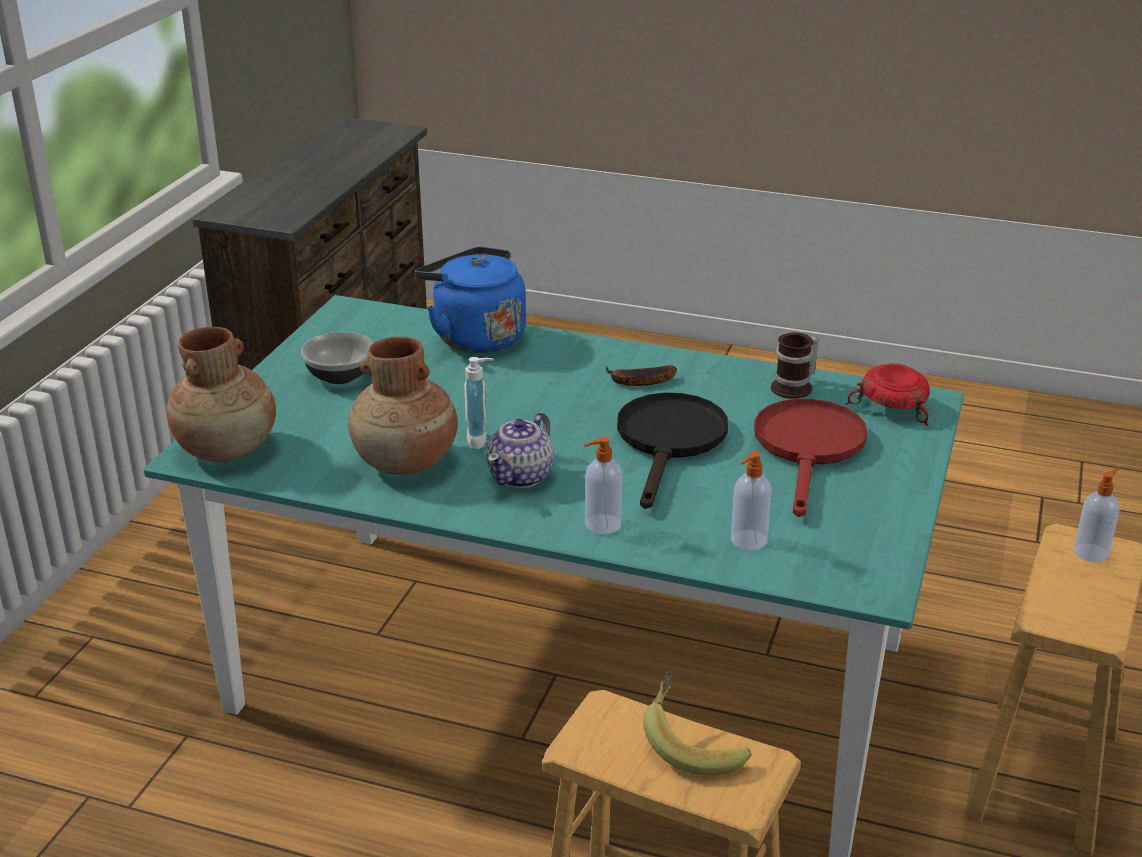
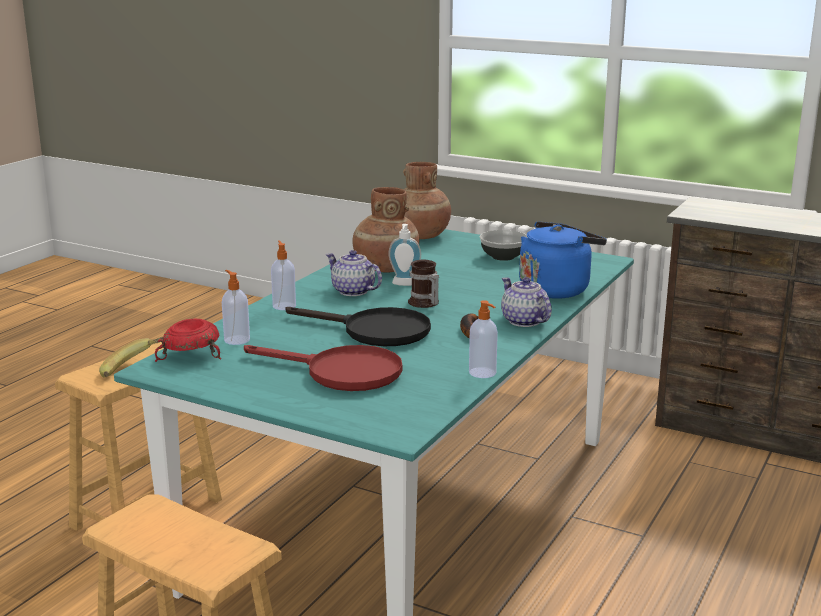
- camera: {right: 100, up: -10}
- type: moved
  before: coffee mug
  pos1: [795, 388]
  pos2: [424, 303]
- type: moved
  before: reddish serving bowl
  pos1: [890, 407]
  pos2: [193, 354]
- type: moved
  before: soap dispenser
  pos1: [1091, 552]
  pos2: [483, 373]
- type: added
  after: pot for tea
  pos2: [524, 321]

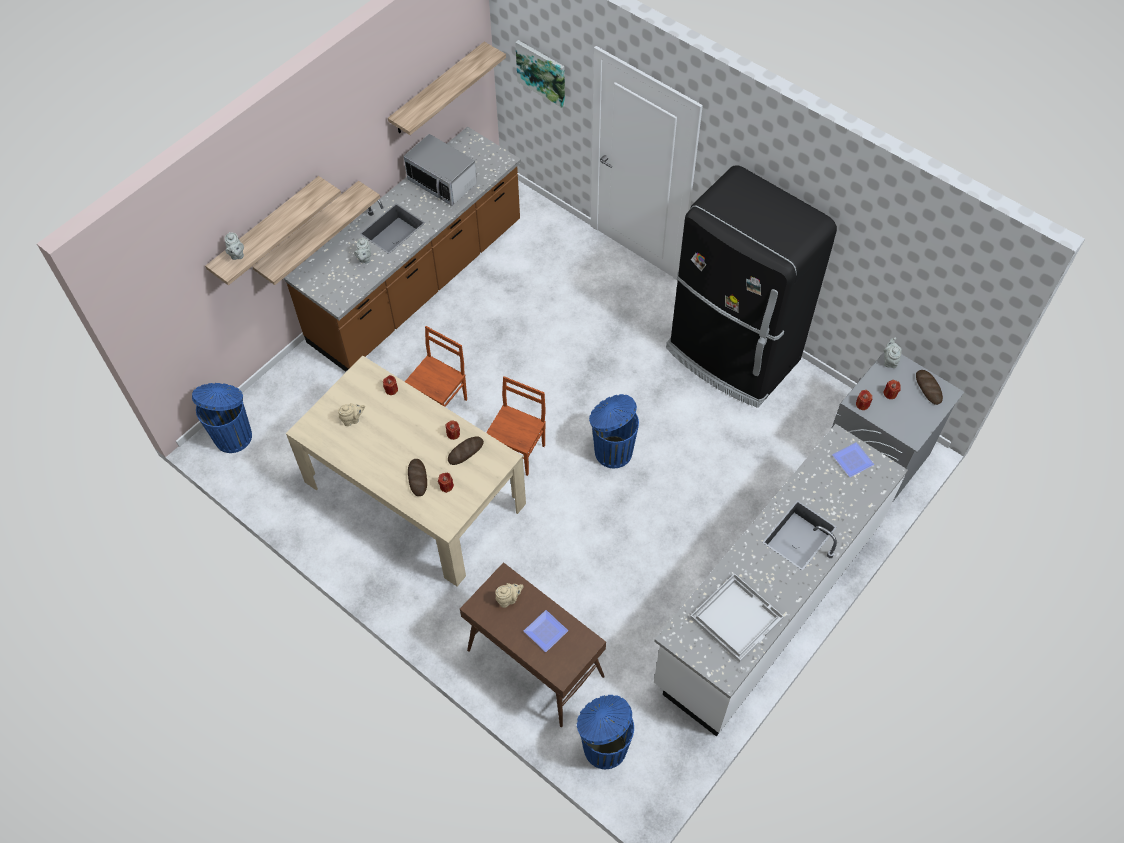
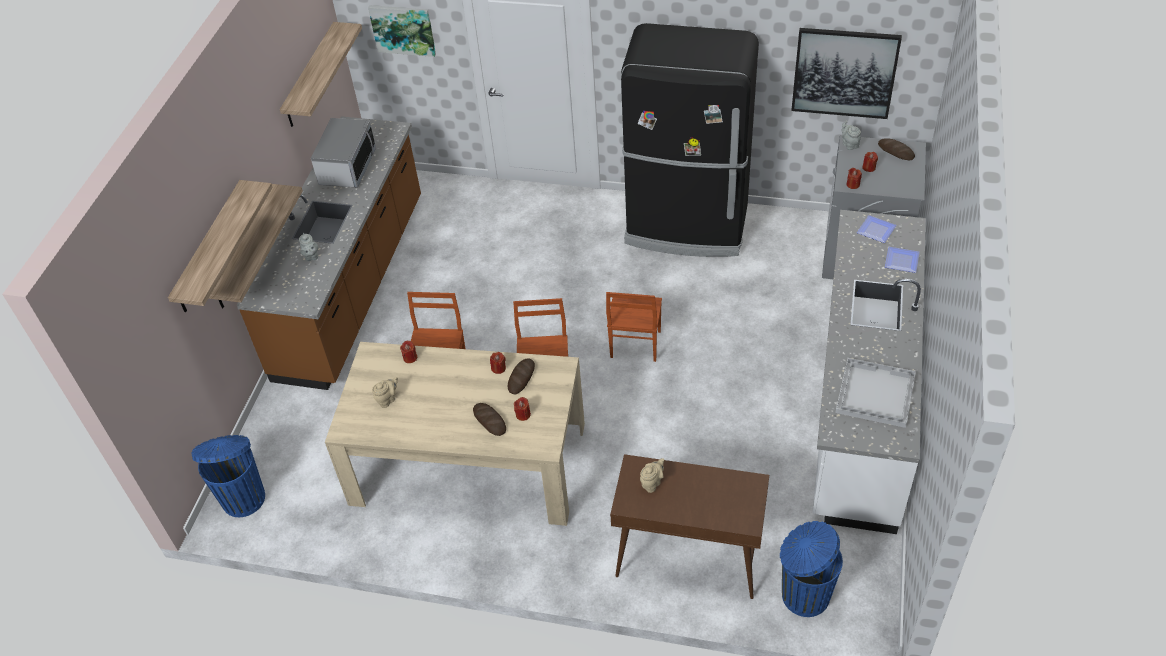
- camera: {right: -25, up: -10}
- type: turned
  before: microwave oven
  pos1: [442, 182]
  pos2: [347, 167]
  turn: -90
- type: removed
  before: gray pot for tea
  pos1: [237, 255]
- type: replaced
  before: bluish rubbish bin
  after: brown upright chair
  pos1: [612, 451]
  pos2: [634, 345]
- type: moved
  before: dinner plate
  pos1: [544, 631]
  pos2: [900, 261]
- type: added
  after: wall art
  pos2: [844, 73]

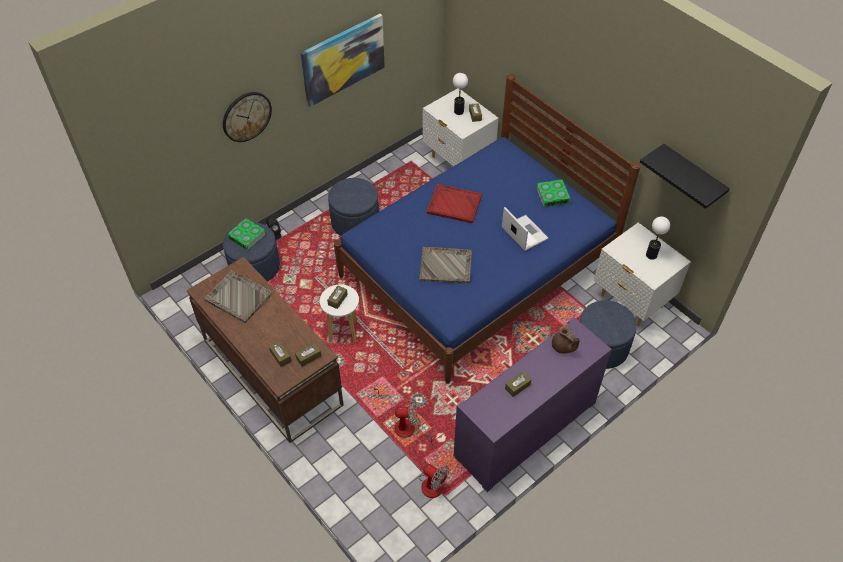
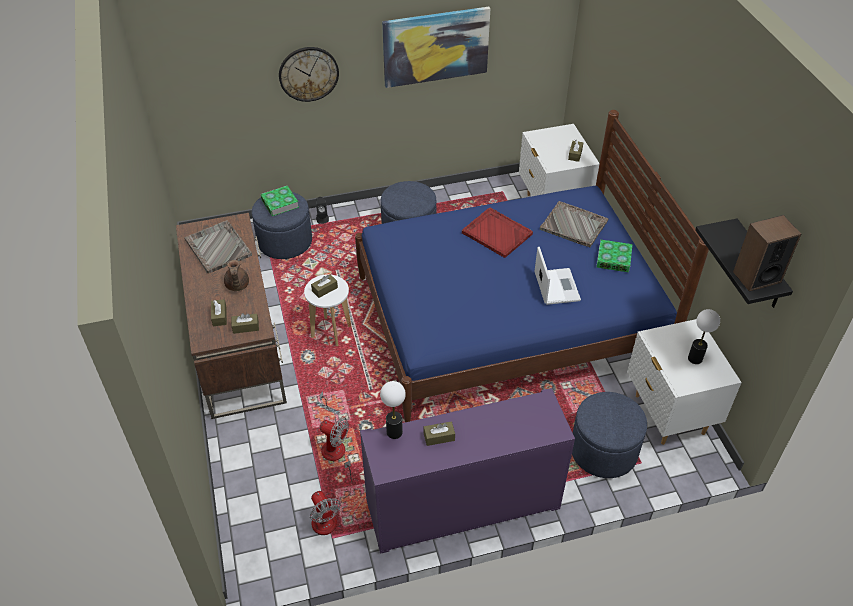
- camera: {right: 25, up: -5}
- type: moved
  before: lamp for a table
  pos1: [458, 111]
  pos2: [394, 432]
- type: moved
  before: gray serving tray
  pos1: [446, 266]
  pos2: [574, 225]
- type: moved
  before: brown pot for tea
  pos1: [563, 347]
  pos2: [237, 286]
- type: added
  after: speaker
  pos2: [756, 277]

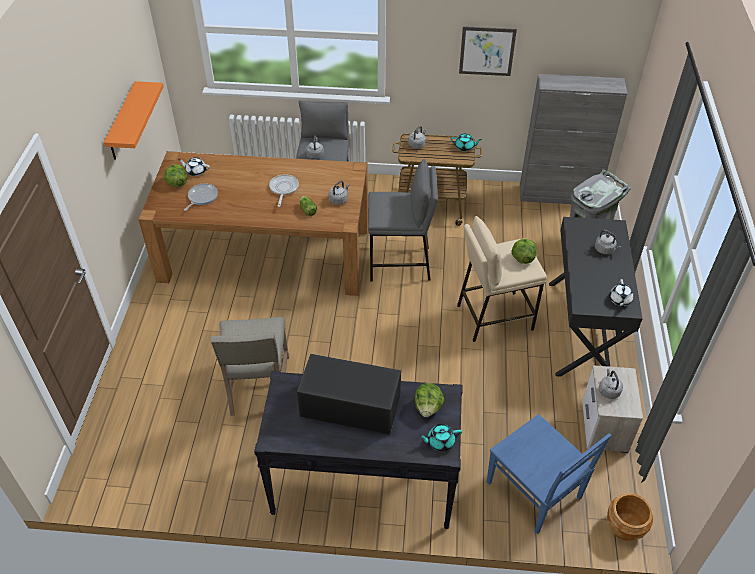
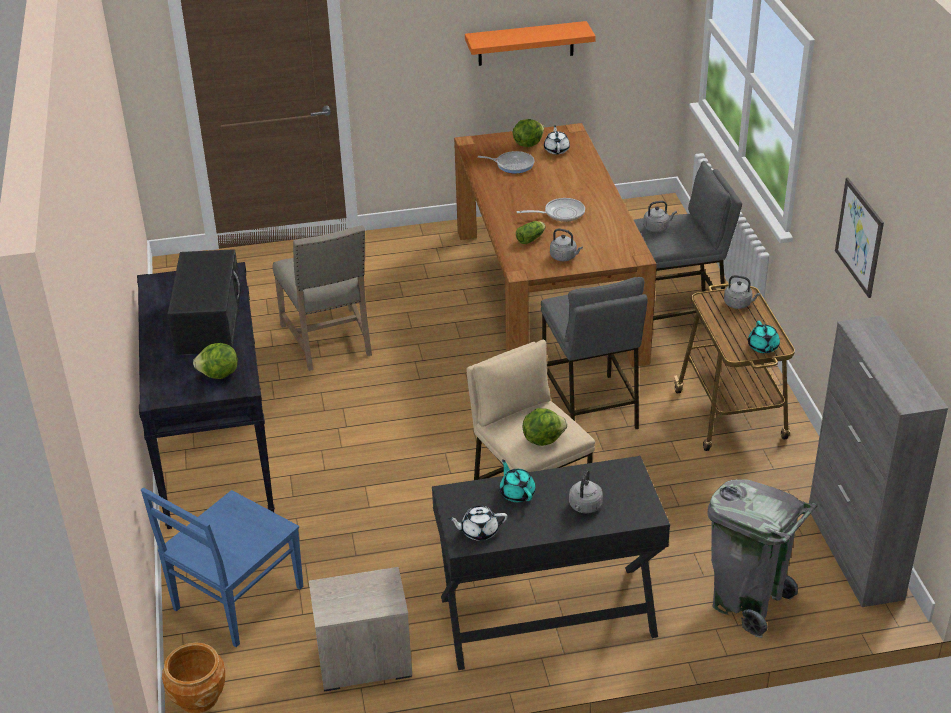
- camera: {right: 75, up: -10}
- type: turned
  before: beige upright chair
  pos1: [258, 387]
  pos2: [329, 341]
  turn: -90
- type: removed
  before: gray water kettle
  pos1: [608, 390]
- type: moved
  before: turquoise pot for tea
  pos1: [440, 442]
  pos2: [517, 493]

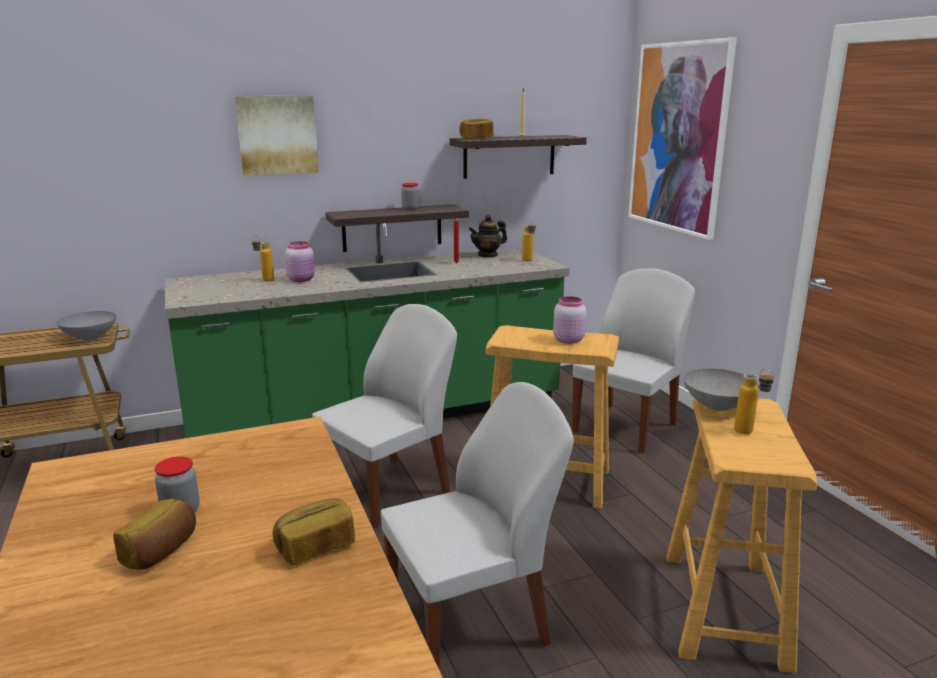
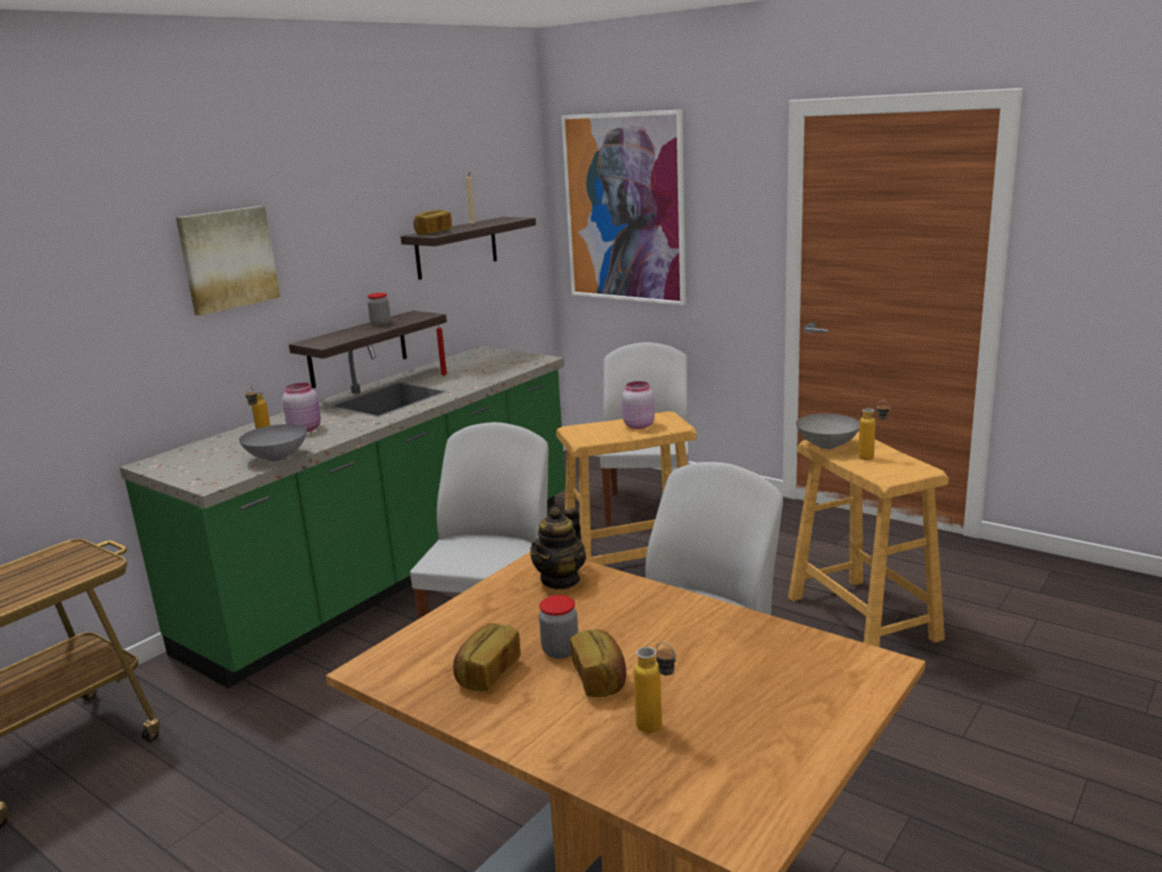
- camera: {right: -30, up: 0}
- type: moved
  before: pot for tea
  pos1: [488, 255]
  pos2: [560, 580]
- type: moved
  before: bottle
  pos1: [528, 261]
  pos2: [657, 730]
- type: moved
  before: gray serving bowl
  pos1: [90, 337]
  pos2: [276, 457]
- type: moved
  before: bakery bread
  pos1: [316, 547]
  pos2: [487, 673]

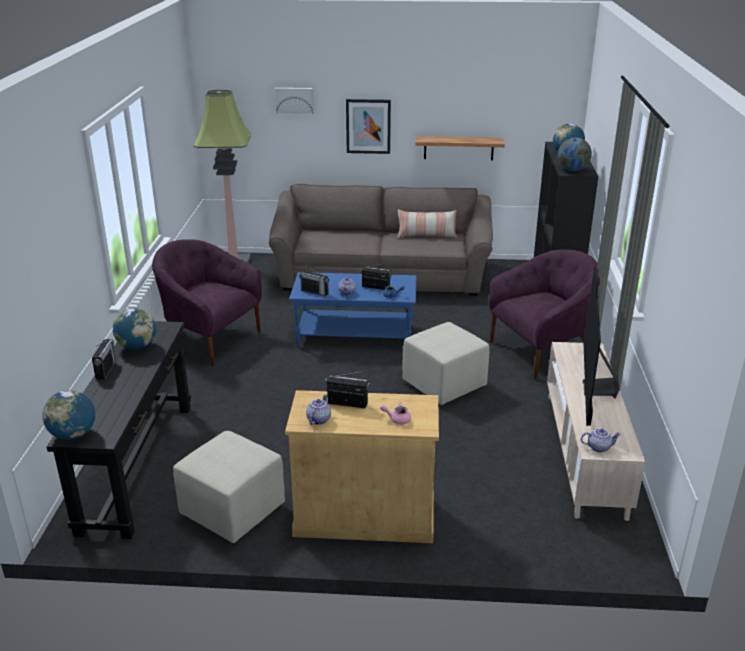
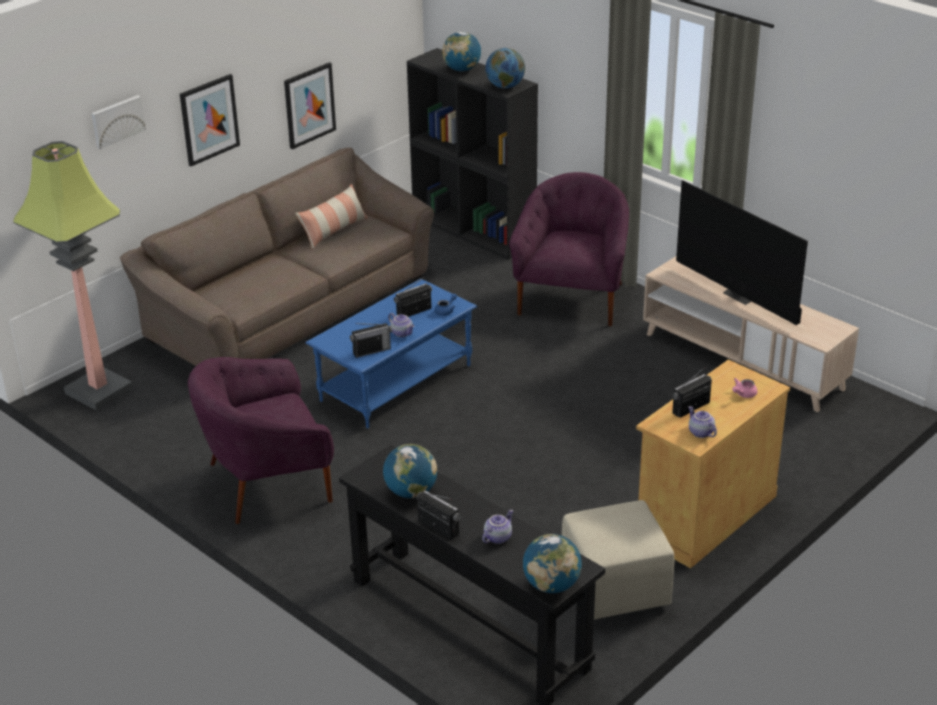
- camera: {right: -50, up: 5}
- type: replaced
  before: bracket shelf
  after: wall art
  pos1: [458, 148]
  pos2: [309, 105]
- type: removed
  before: beige footrest
  pos1: [443, 385]
- type: moved
  before: pot for tea
  pos1: [598, 447]
  pos2: [497, 537]

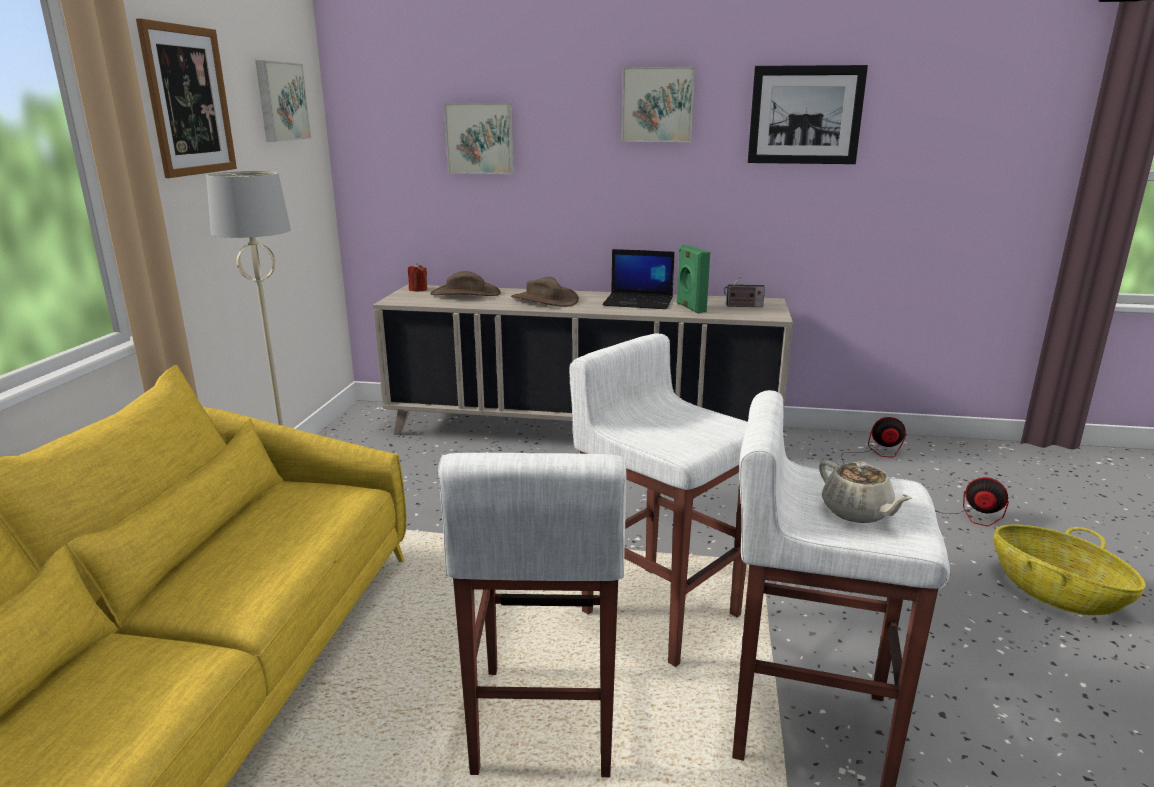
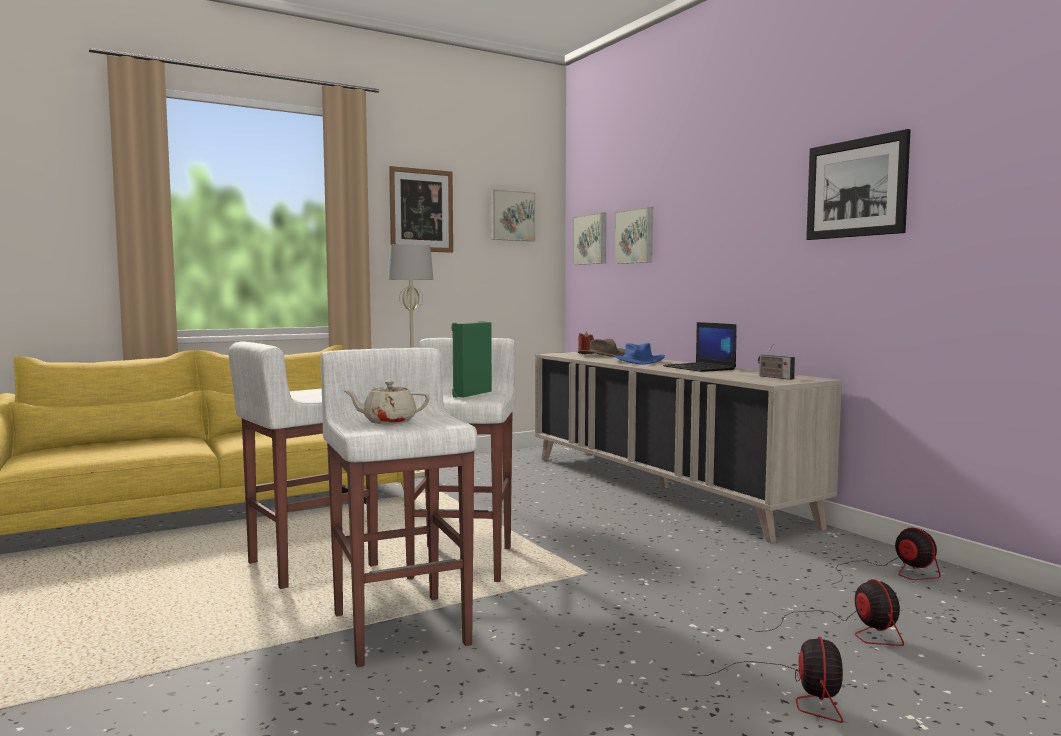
- camera: {right: 50, up: -15}
- type: moved
  before: wall art
  pos1: [657, 105]
  pos2: [591, 239]
- type: moved
  before: greenish speaker
  pos1: [690, 308]
  pos2: [471, 394]
- type: recoloured
  before: brown clothing hat
  after: bluish clothing hat
  pos1: [544, 300]
  pos2: [638, 361]
- type: turned
  before: beige pot for tea
  pos1: [857, 512]
  pos2: [388, 422]
  turn: 60
- type: replaced
  before: storage basket
  after: electric fan
  pos1: [1056, 592]
  pos2: [792, 693]

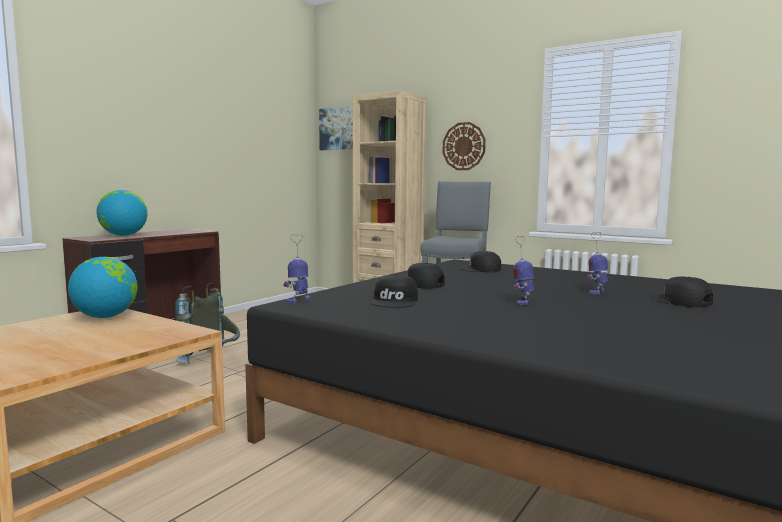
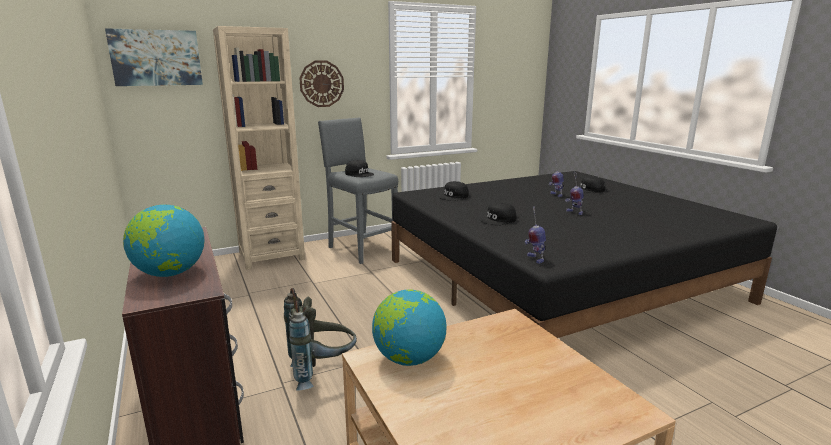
- camera: {right: -60, up: 10}
- type: moved
  before: black baseball cap
  pos1: [395, 301]
  pos2: [359, 174]

